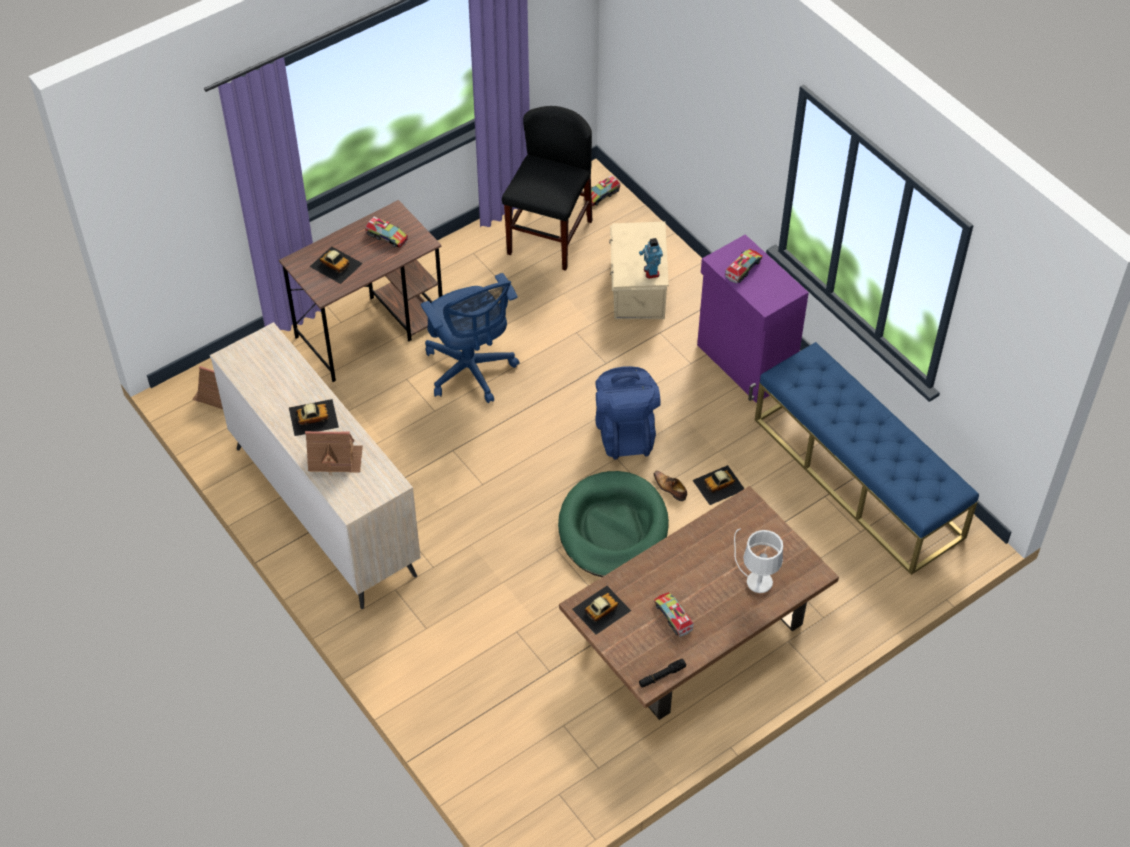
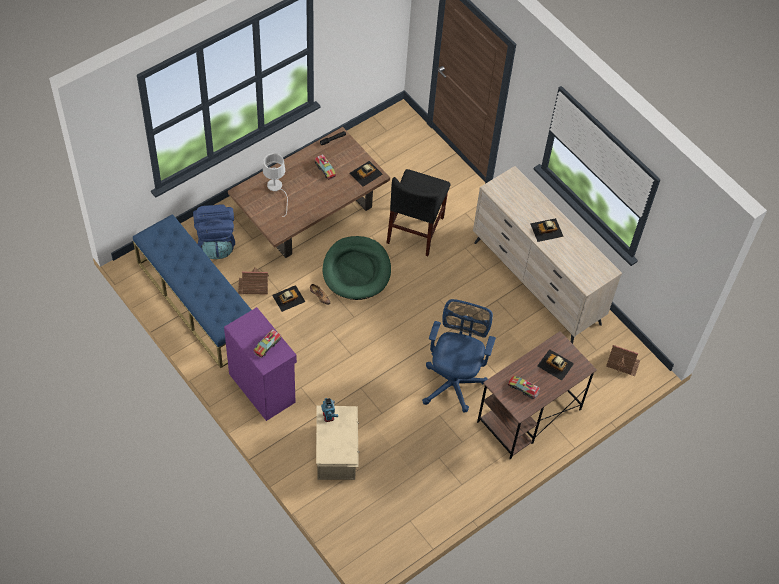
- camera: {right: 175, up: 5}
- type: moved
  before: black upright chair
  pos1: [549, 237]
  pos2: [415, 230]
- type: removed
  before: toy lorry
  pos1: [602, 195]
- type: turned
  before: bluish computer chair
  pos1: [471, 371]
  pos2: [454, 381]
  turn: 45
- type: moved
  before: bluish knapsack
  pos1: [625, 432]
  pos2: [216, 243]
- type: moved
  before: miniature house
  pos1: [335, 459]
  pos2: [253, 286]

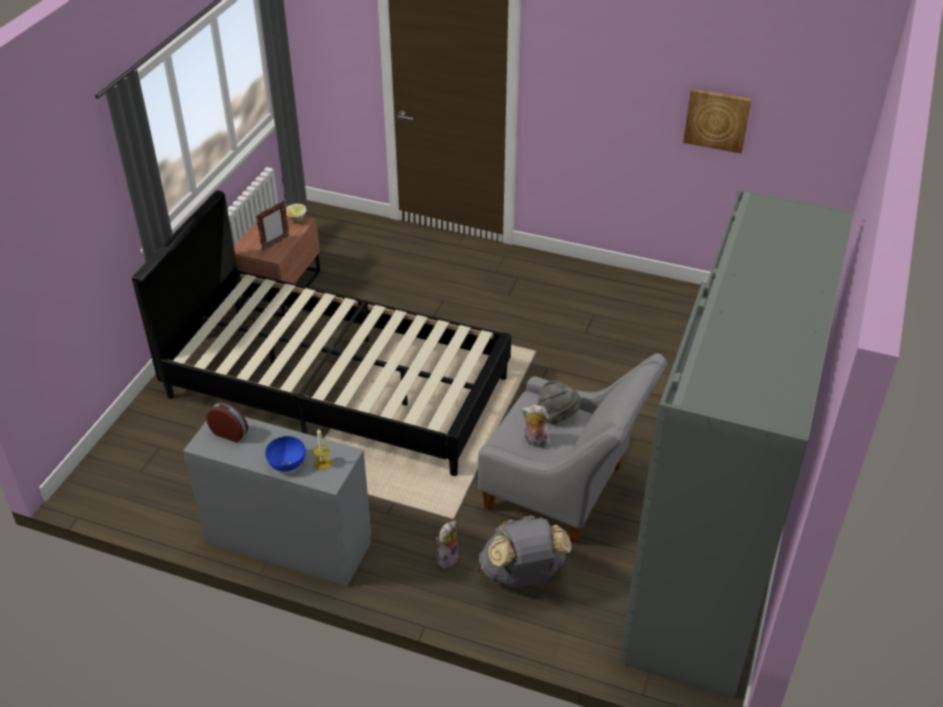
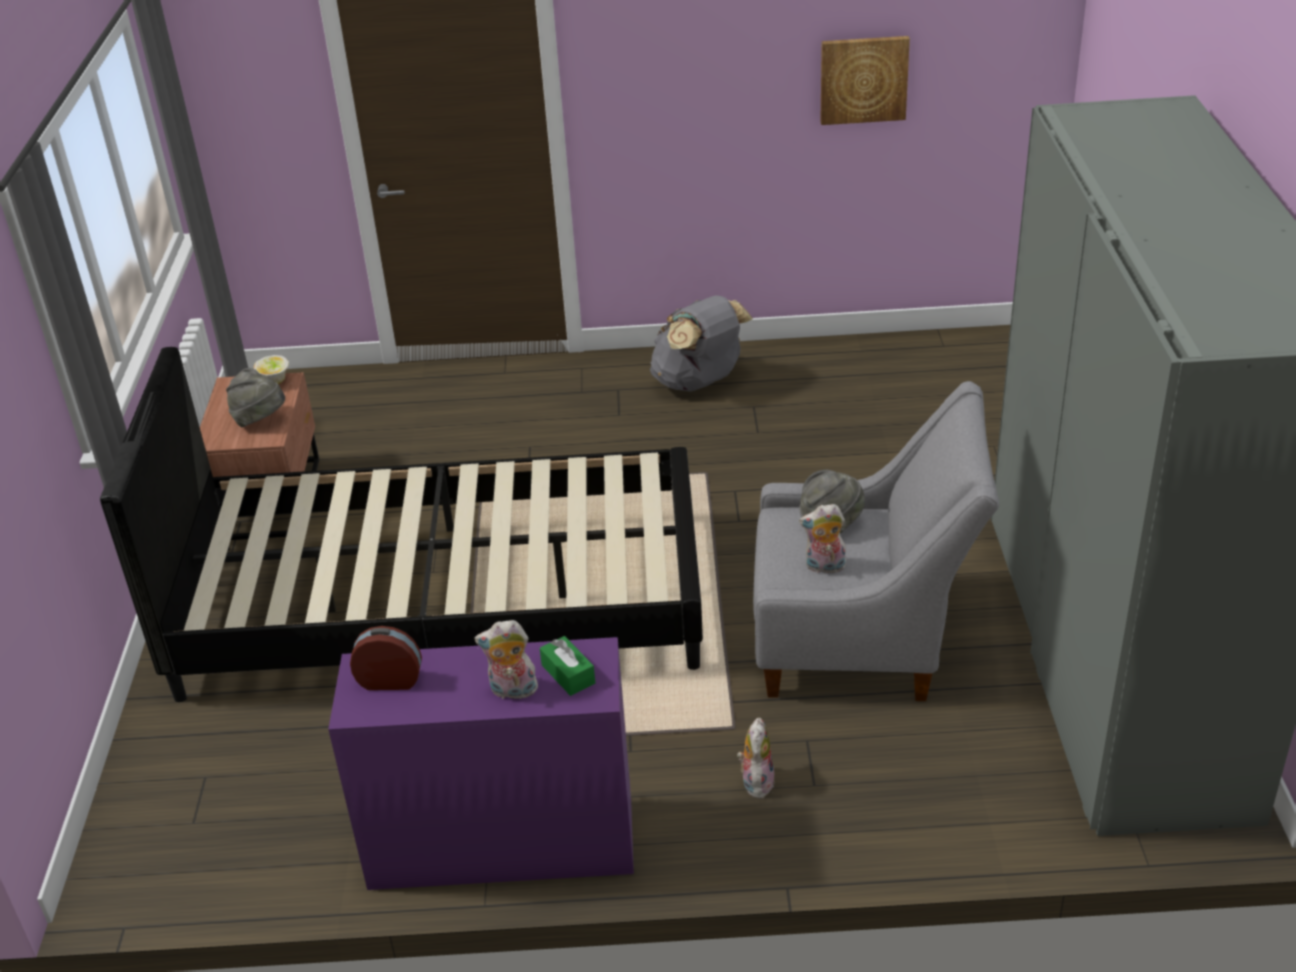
- camera: {right: -20, up: -5}
- type: replaced
  before: standing frame
  after: gray clothing hat
  pos1: [275, 243]
  pos2: [260, 420]
- type: recoloured
  before: gray desk unit
  after: purple desk unit
  pos1: [288, 542]
  pos2: [501, 843]
- type: replaced
  before: wax candle
  after: greenish box of tissues
  pos1: [323, 463]
  pos2: [568, 674]
- type: replaced
  before: bluish serving bowl
  after: cuddly toy
  pos1: [287, 462]
  pos2: [512, 691]
- type: moved
  before: gray knapsack
  pos1: [522, 575]
  pos2: [699, 382]

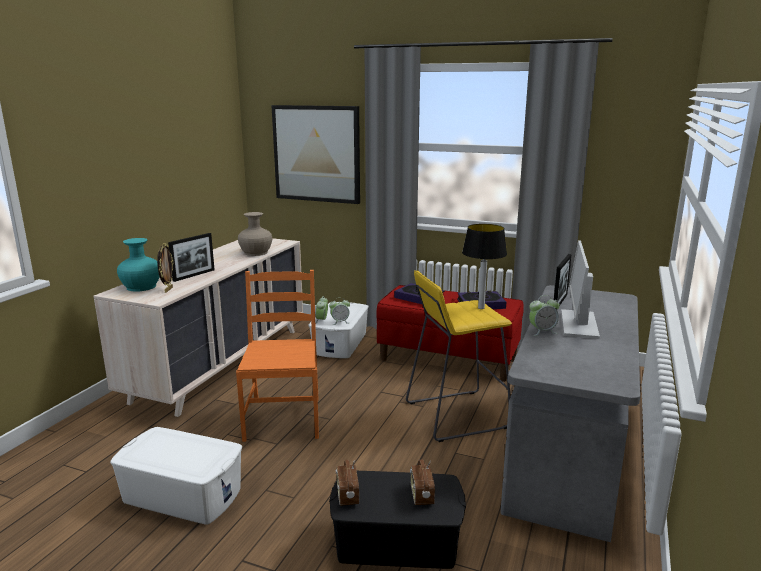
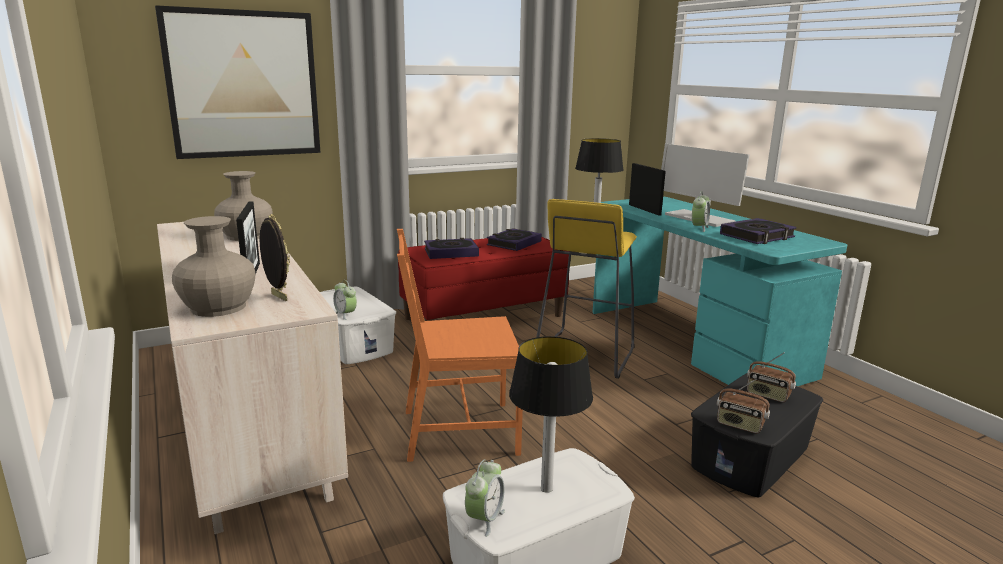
- camera: {right: -50, up: 0}
- type: recoloured
  before: turquoise vase
  after: beige vase
  pos1: [141, 287]
  pos2: [218, 307]
- type: turned
  before: orange-coloured upright chair
  pos1: [283, 418]
  pos2: [458, 431]
  turn: -45
- type: recoloured
  before: gray desk unit
  after: turquoise desk unit
  pos1: [569, 451]
  pos2: [694, 342]
- type: moved
  before: alarm clock
  pos1: [340, 322]
  pos2: [484, 519]
- type: added
  after: volume
  pos2: [757, 236]
- type: added
  after: lamp for a table
  pos2: [547, 489]

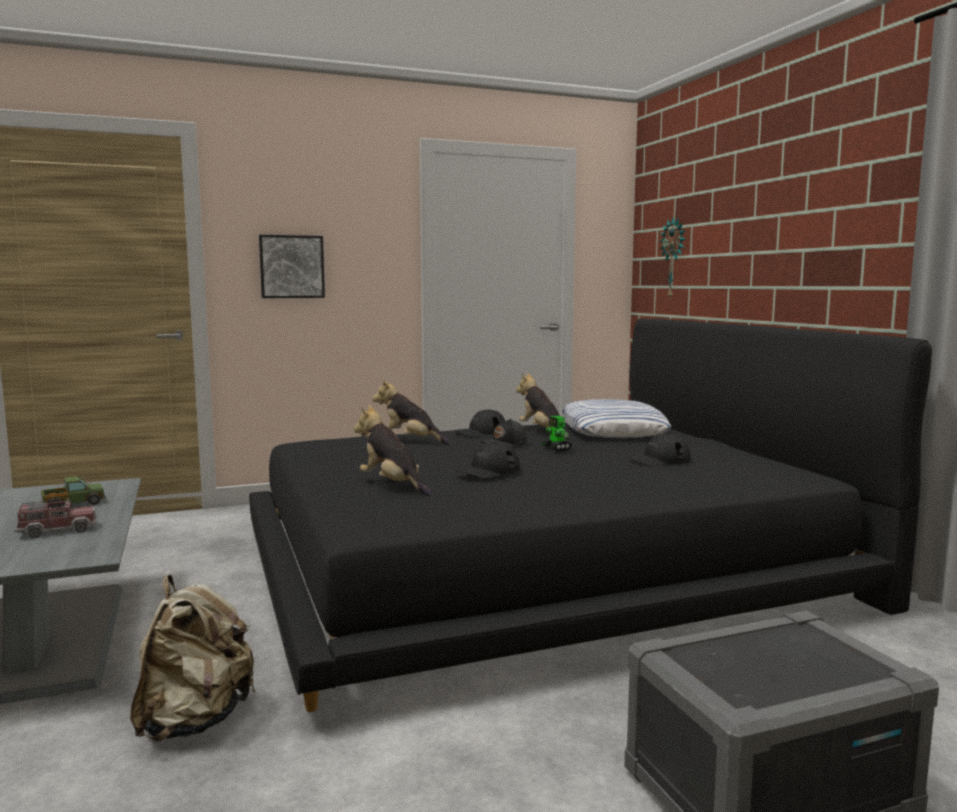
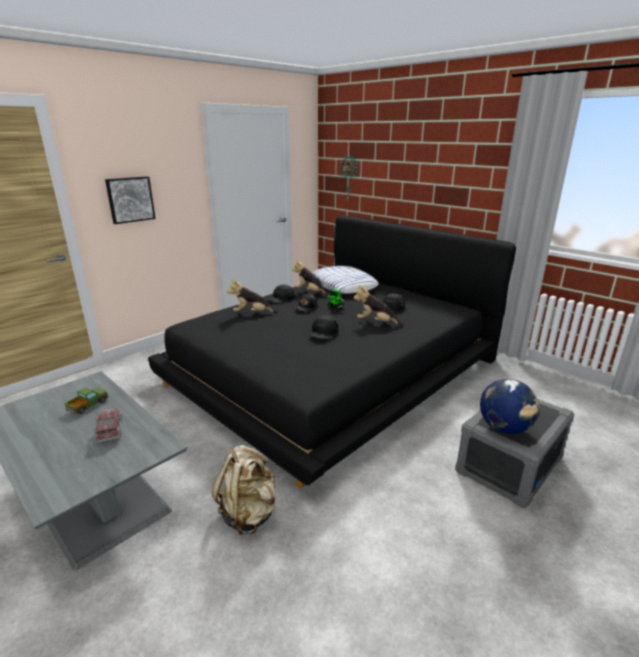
- camera: {right: -25, up: 15}
- type: moved
  before: cuddly toy
  pos1: [392, 485]
  pos2: [376, 322]
- type: turned
  before: toy lorry
  pos1: [57, 530]
  pos2: [110, 431]
  turn: -60
- type: added
  after: world globe
  pos2: [504, 428]

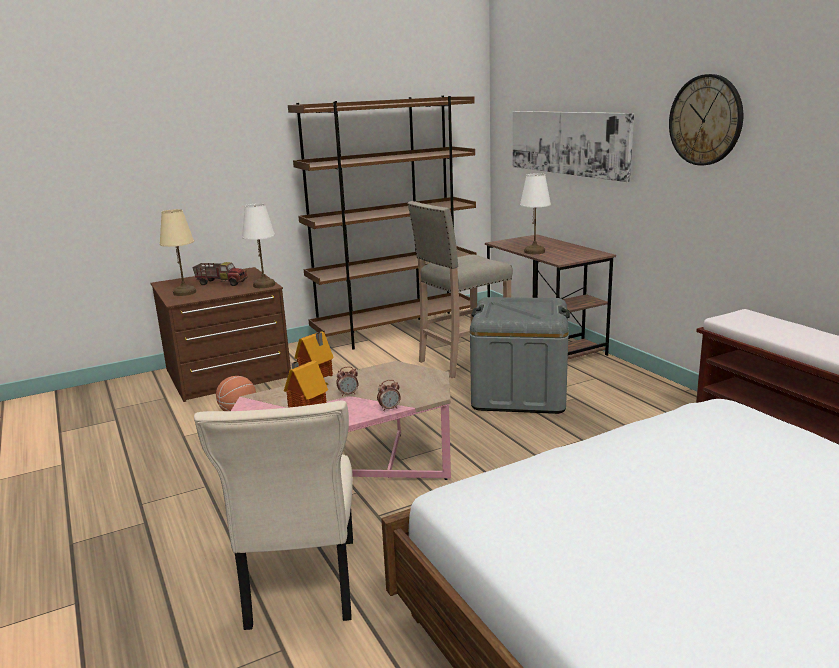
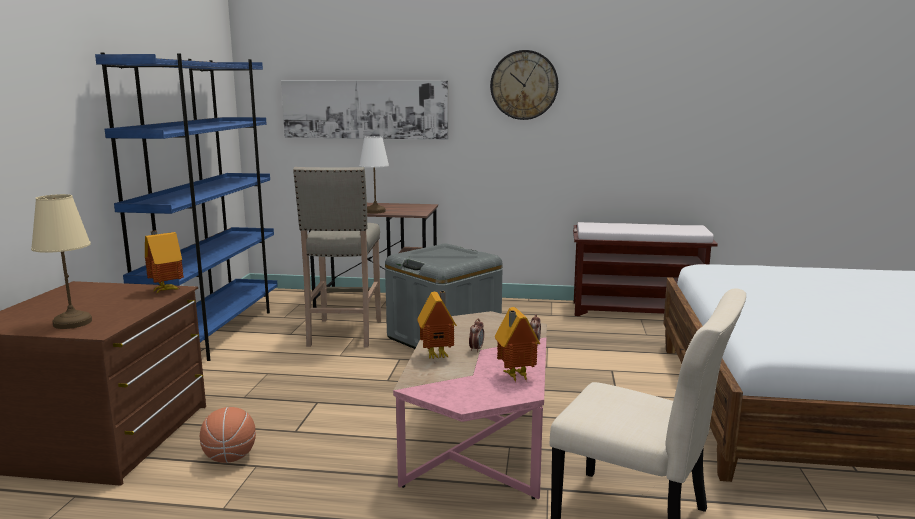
- camera: {right: -55, up: -5}
- type: recoloured
  before: brown bookshelf
  after: bluish bookshelf
  pos1: [396, 331]
  pos2: [216, 333]
- type: replaced
  before: white-coloured lamp for a table
  after: miniature house
  pos1: [264, 285]
  pos2: [165, 290]
- type: removed
  before: toy lorry
  pos1: [221, 283]

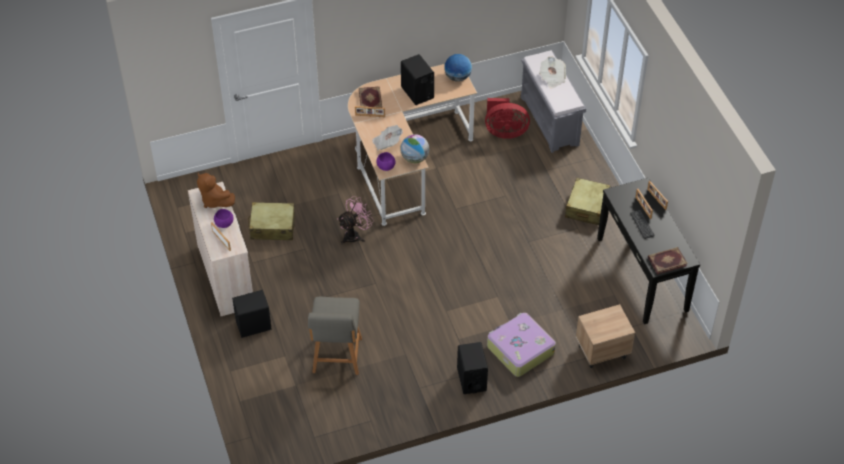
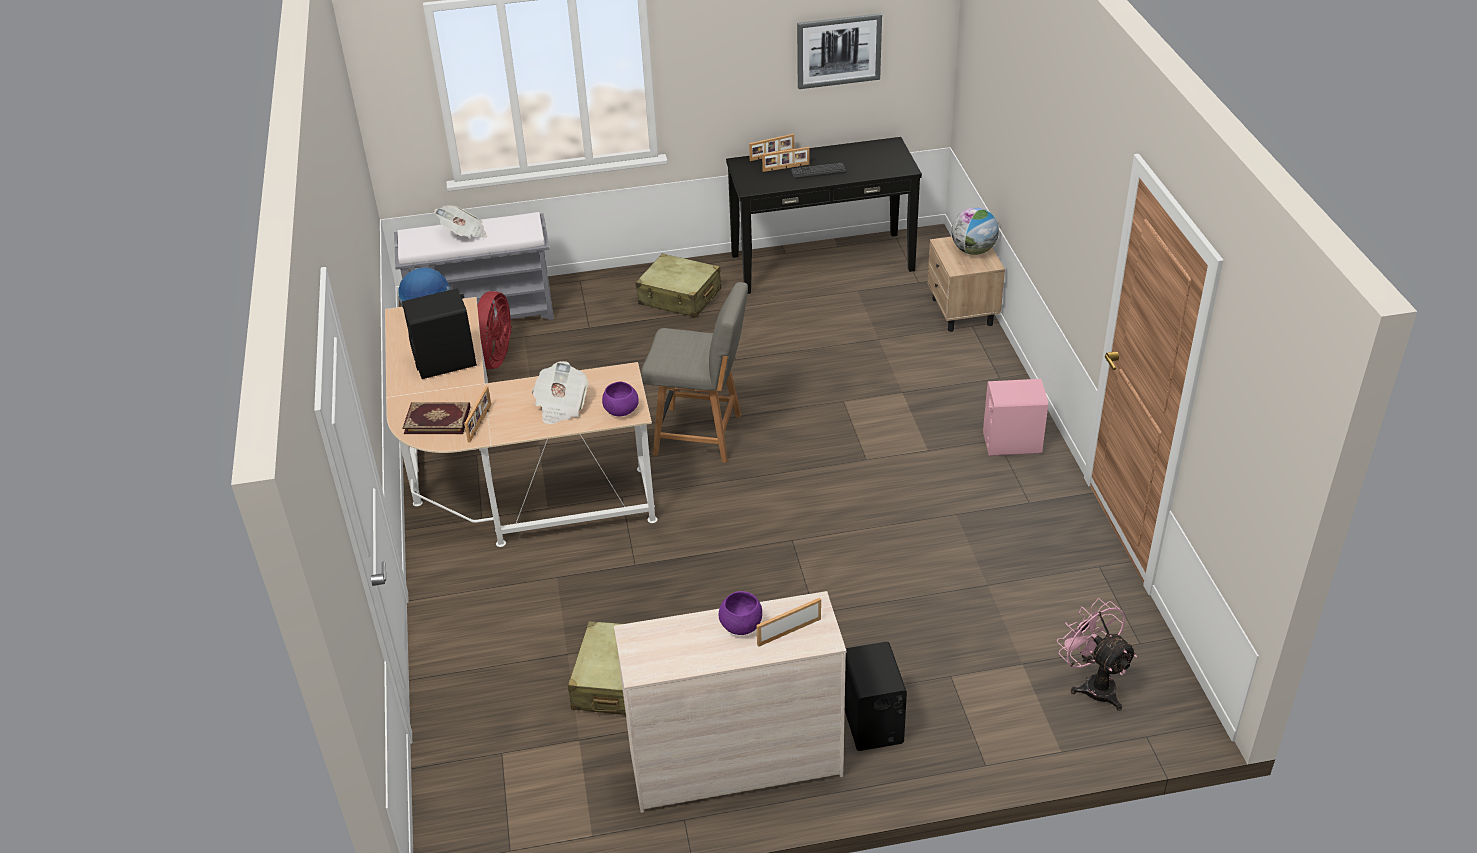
- camera: {right: -80, up: -10}
- type: moved
  before: world globe
  pos1: [414, 158]
  pos2: [973, 250]
- type: removed
  before: brown cuddly toy
  pos1: [215, 200]
- type: moved
  before: pinkish electric fan
  pos1: [355, 235]
  pos2: [1093, 684]
- type: removed
  before: volume
  pos1: [667, 261]
- type: moved
  before: gray upright chair
  pos1: [337, 357]
  pos2: [701, 435]
- type: removed
  before: piece of luggage
  pos1: [519, 349]
- type: recoloured
  before: black speaker
  after: pinkish speaker
  pos1: [471, 379]
  pos2: [1011, 443]
- type: added
  after: wall art
  pos2: [838, 50]

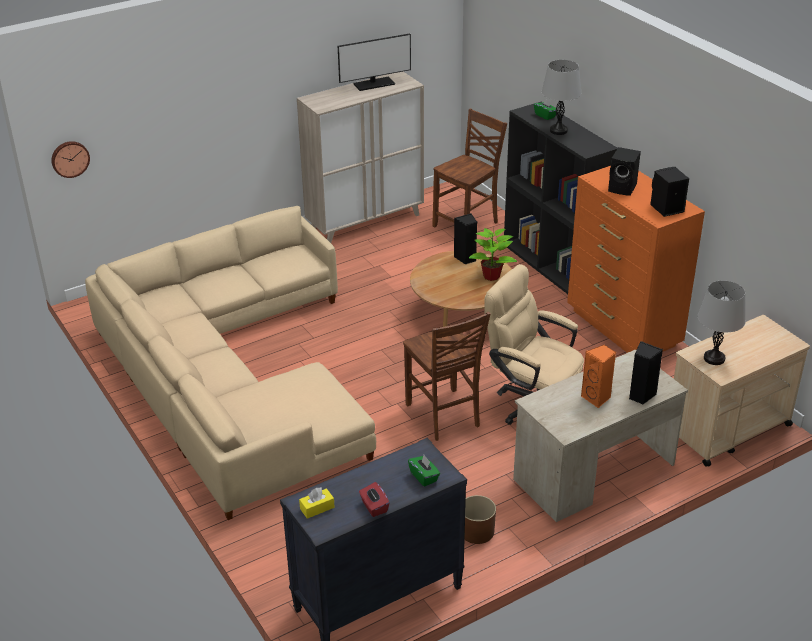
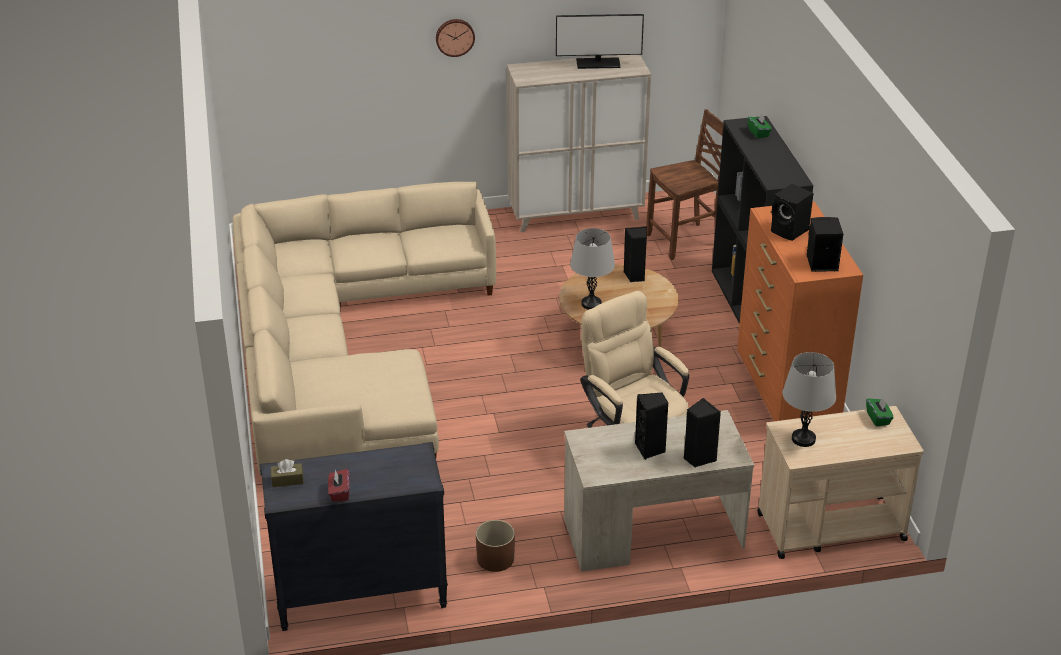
- camera: {right: 20, up: 0}
- type: moved
  before: gray lamp for a table
  pos1: [558, 131]
  pos2: [591, 304]
- type: moved
  before: hanging clock
  pos1: [70, 158]
  pos2: [454, 37]
- type: removed
  before: plant in a pot
  pos1: [492, 276]
- type: removed
  before: brown upright chair
  pos1: [444, 416]
- type: recoloured
  before: orange-coloured speaker
  after: black speaker
  pos1: [597, 398]
  pos2: [650, 449]
- type: moved
  before: greenish box of tissues
  pos1: [424, 477]
  pos2: [878, 418]
- type: recoloured
  before: yellow box of tissues
  after: brown box of tissues
  pos1: [317, 508]
  pos2: [287, 480]

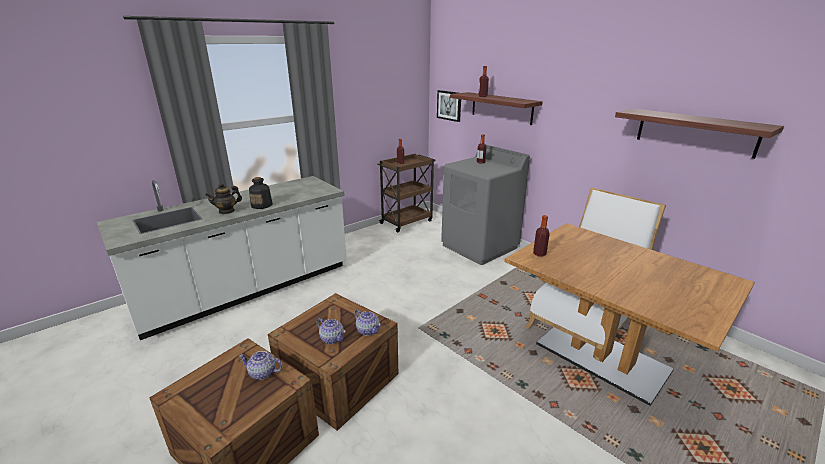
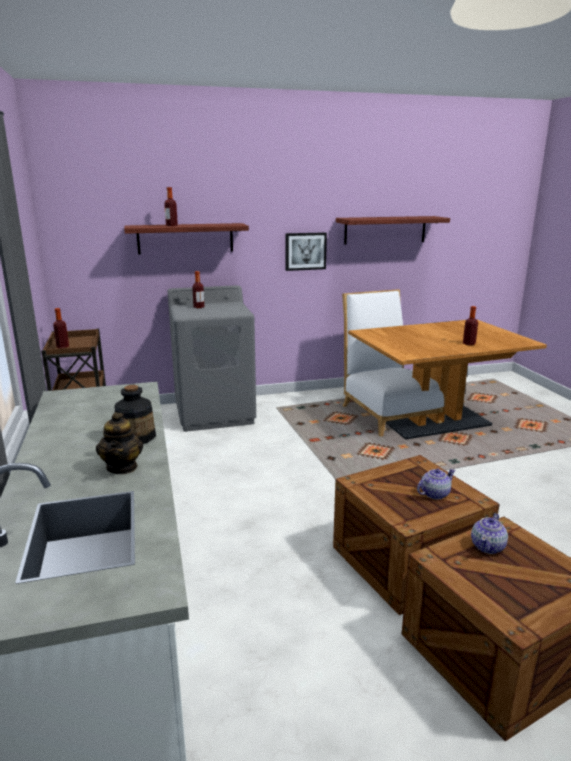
- camera: {right: -65, up: -5}
- type: moved
  before: wall art
  pos1: [449, 105]
  pos2: [305, 251]
- type: moved
  before: bottle
  pos1: [539, 254]
  pos2: [469, 344]
- type: removed
  before: pot for tea
  pos1: [368, 330]

